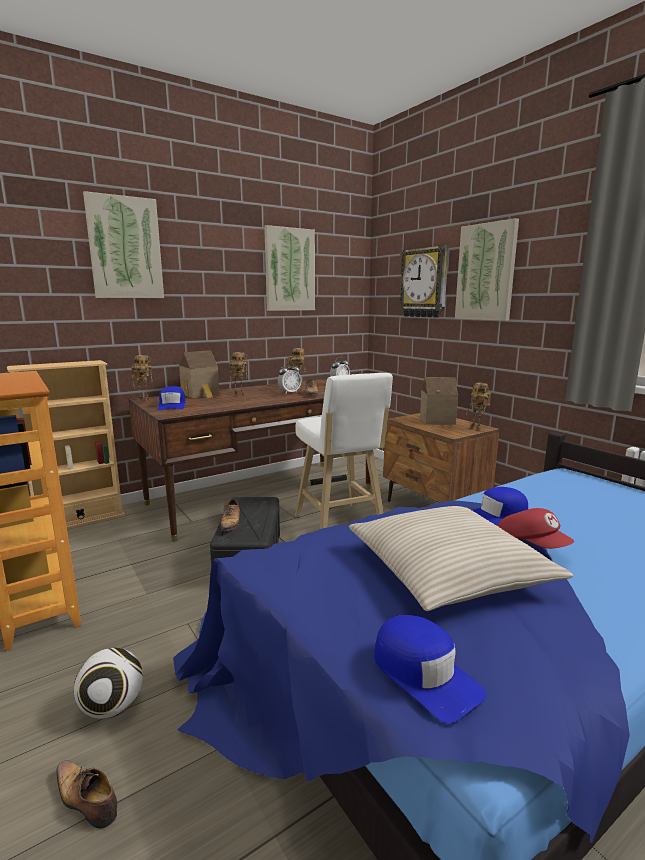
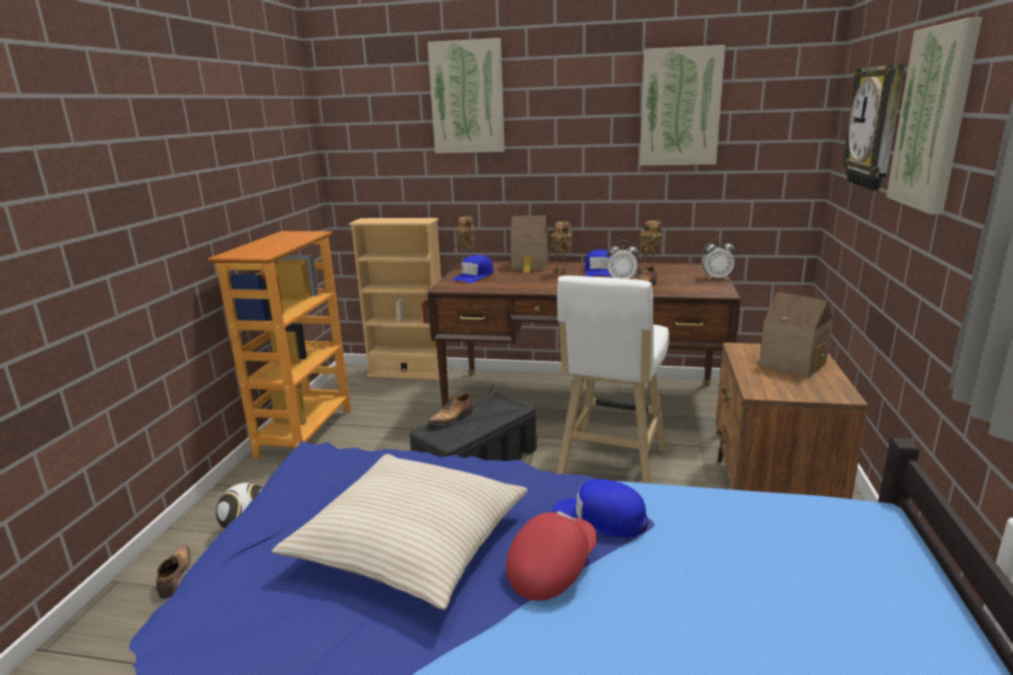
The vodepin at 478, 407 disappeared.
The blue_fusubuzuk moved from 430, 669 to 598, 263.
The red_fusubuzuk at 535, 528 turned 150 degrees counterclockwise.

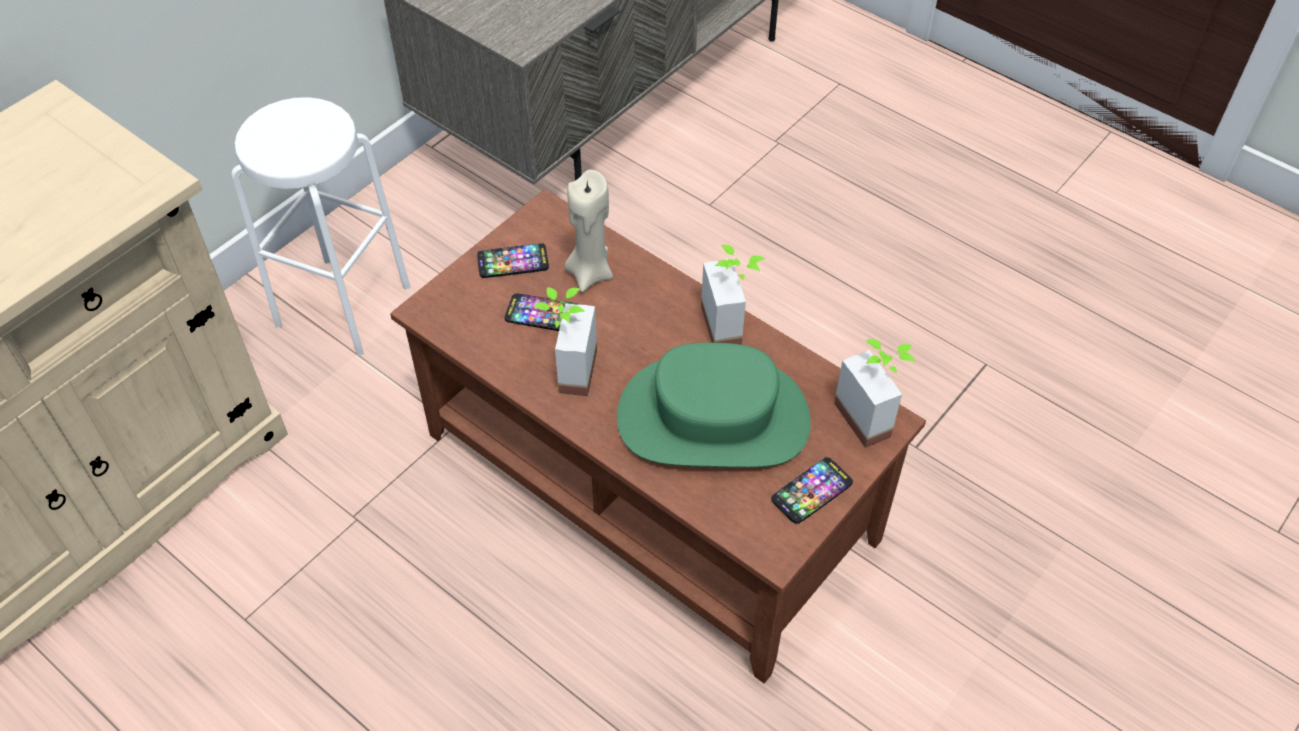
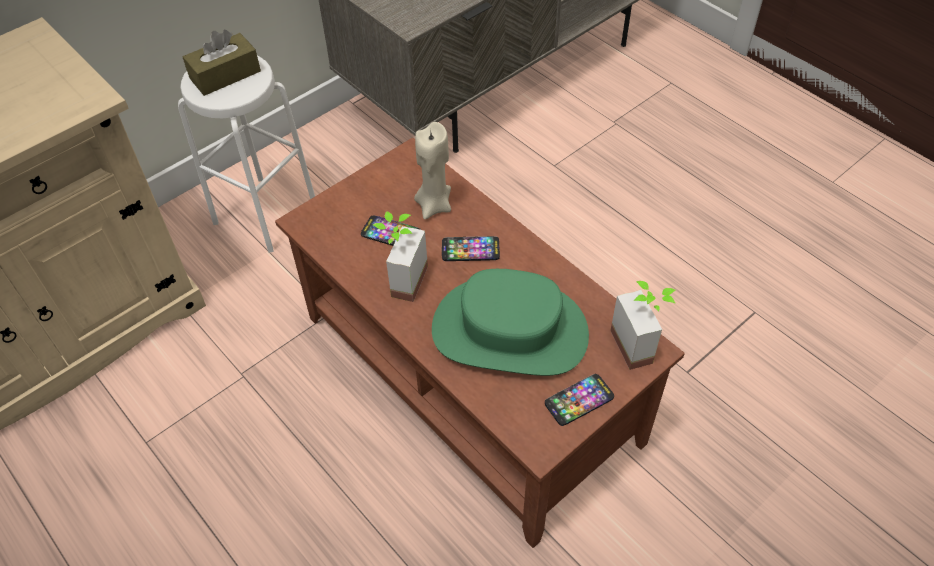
The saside at 733, 295 disappeared.
The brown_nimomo at 222, 63 appeared.
The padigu moved from 513, 260 to 471, 248.

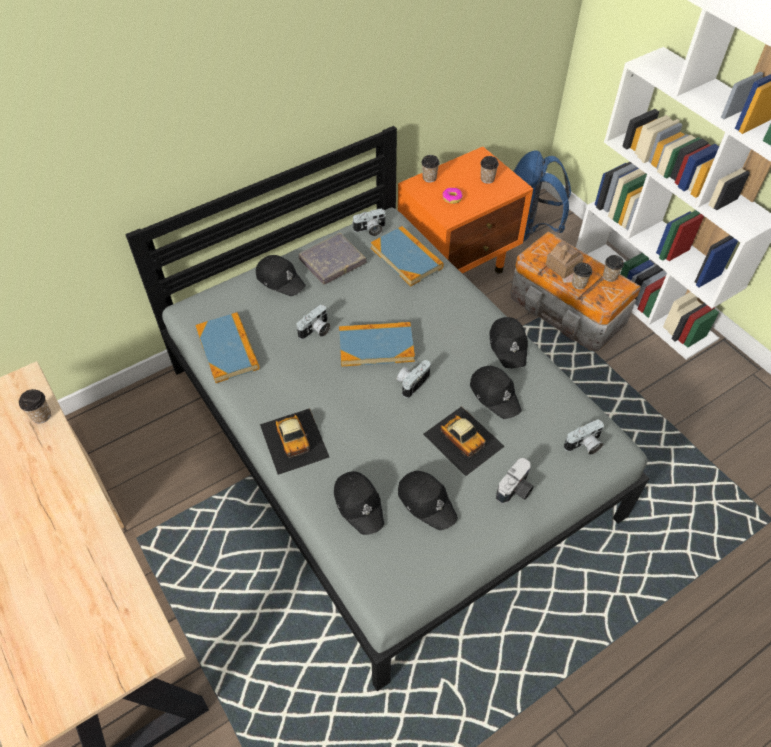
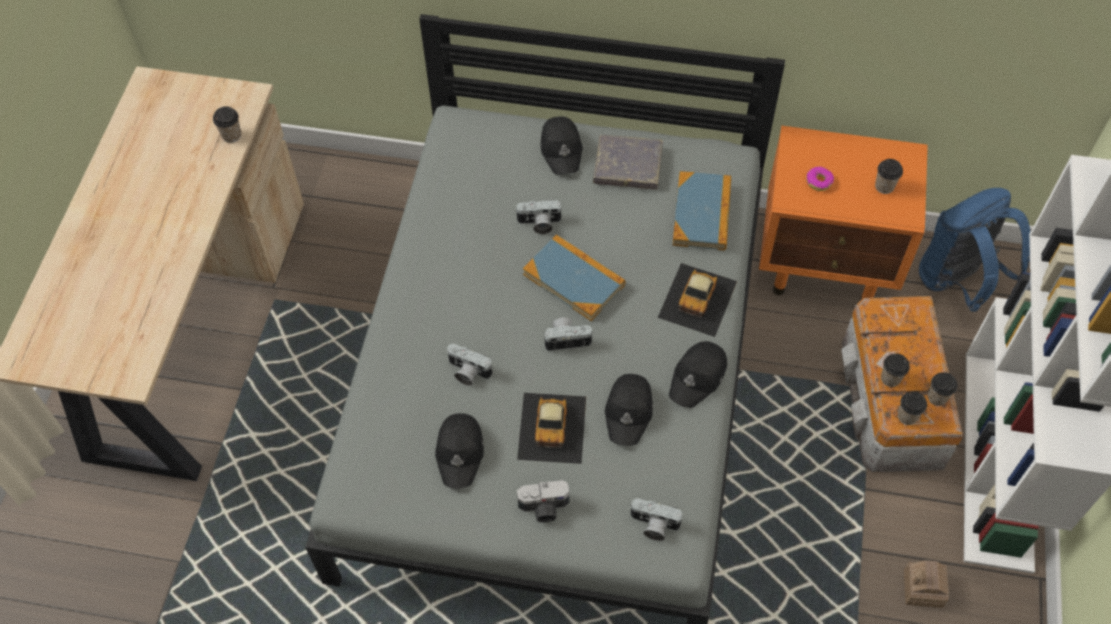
The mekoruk at 227, 347 disappeared.
The black_fusubuzuk at 359, 503 disappeared.
The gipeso moved from 294, 441 to 697, 300.
The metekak moved from 369, 222 to 469, 365.
The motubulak moved from 430, 168 to 912, 408.
The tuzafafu moved from 565, 260 to 926, 584.

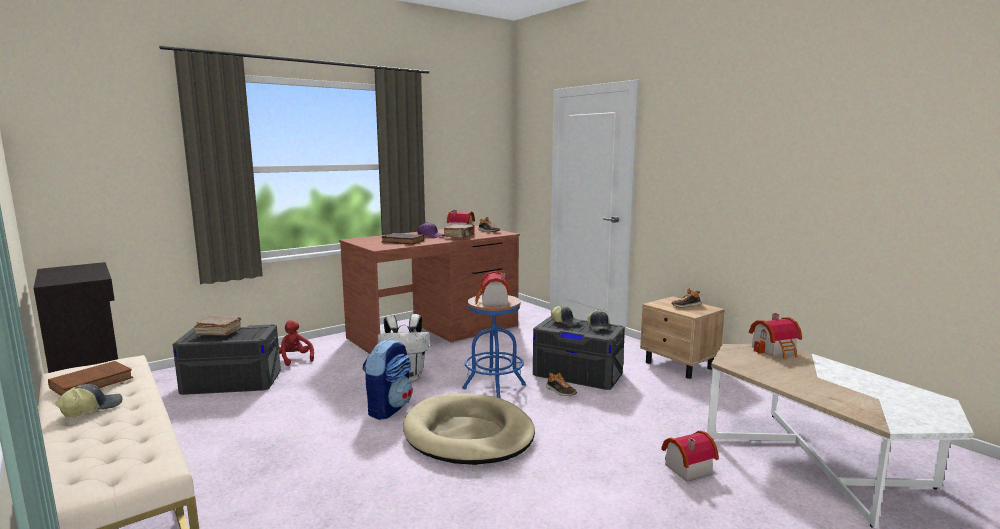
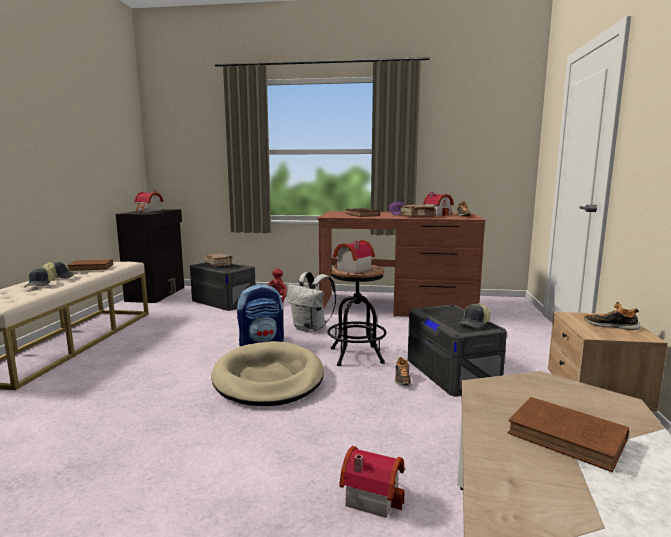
The brown_mekoruk at 568, 434 appeared.
The fusubuzuk moved from 566, 316 to 40, 277.
The tuzafafu moved from 775, 336 to 149, 201.
The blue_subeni at 494, 346 became the black_subeni at 357, 315.

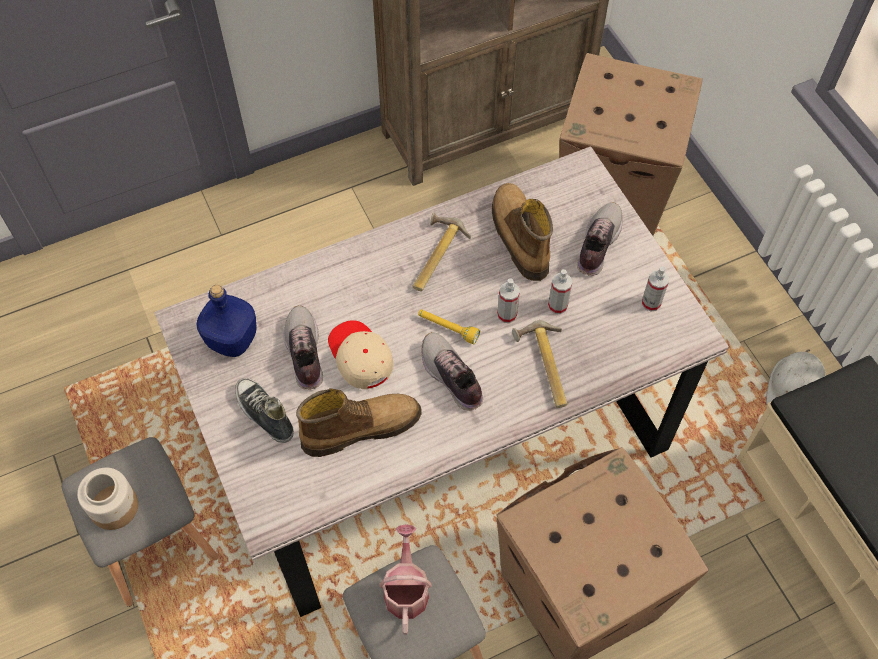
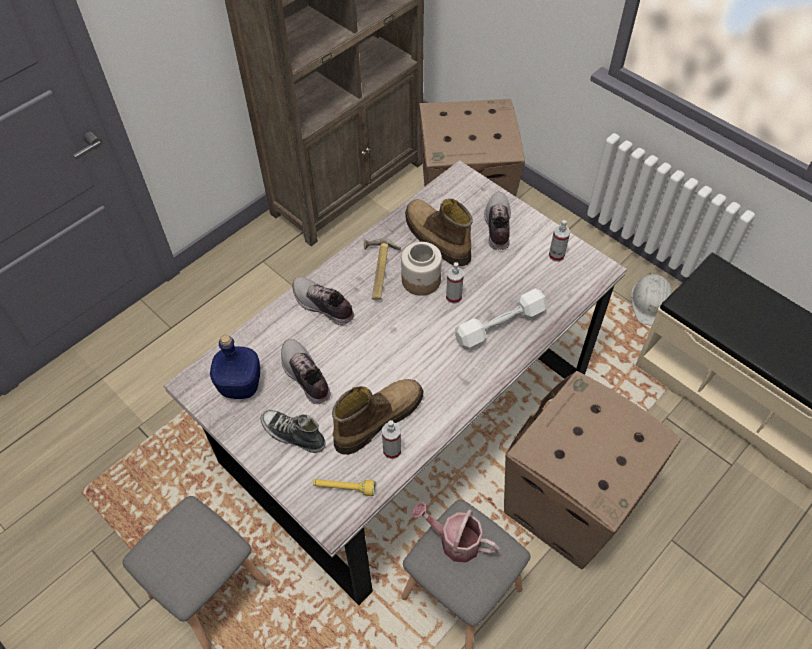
The beige_fusubuzuk at 361, 354 disappeared.
The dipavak moved from 107, 499 to 421, 269.
The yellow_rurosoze moved from 449, 327 to 344, 487.
The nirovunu moved from 452, 371 to 323, 301.
The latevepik moved from 560, 291 to 391, 439.
The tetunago at 539, 364 was replaced by the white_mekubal at 501, 319.
The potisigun at 405, 579 turned 45 degrees counterclockwise.

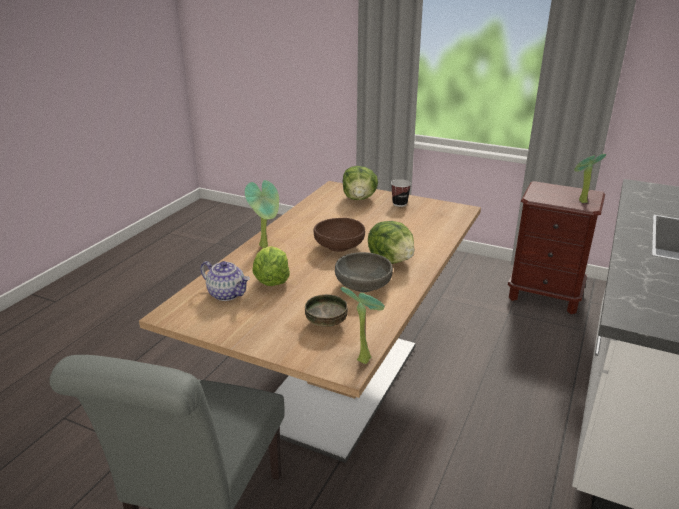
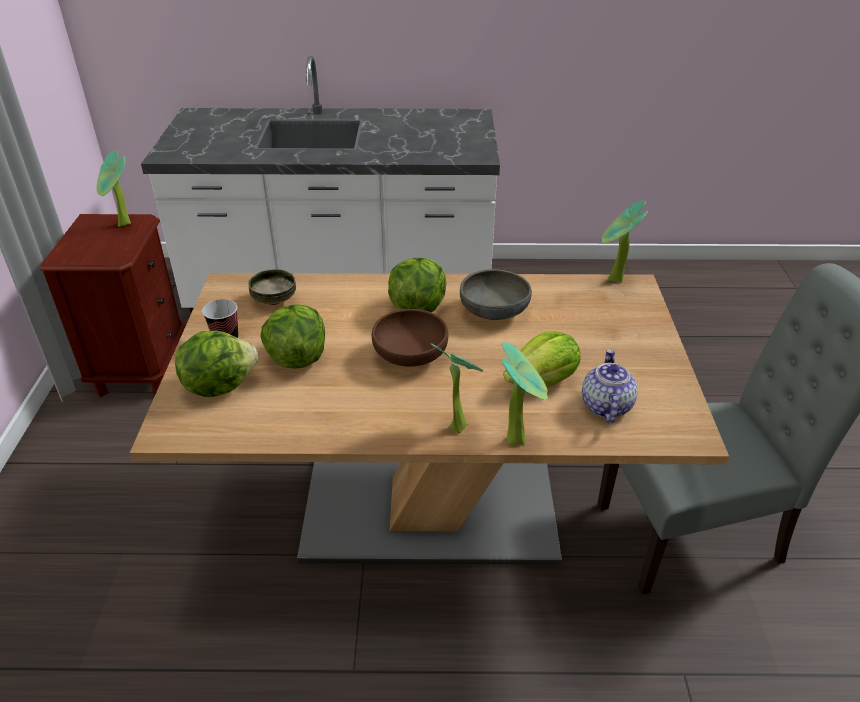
The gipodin at 292, 336 appeared.
The saside at 524, 393 appeared.
The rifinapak moved from 326, 310 to 272, 287.

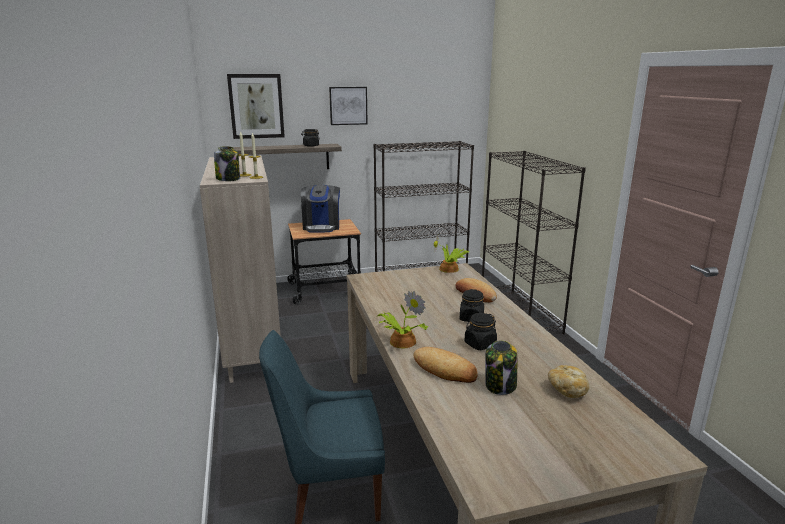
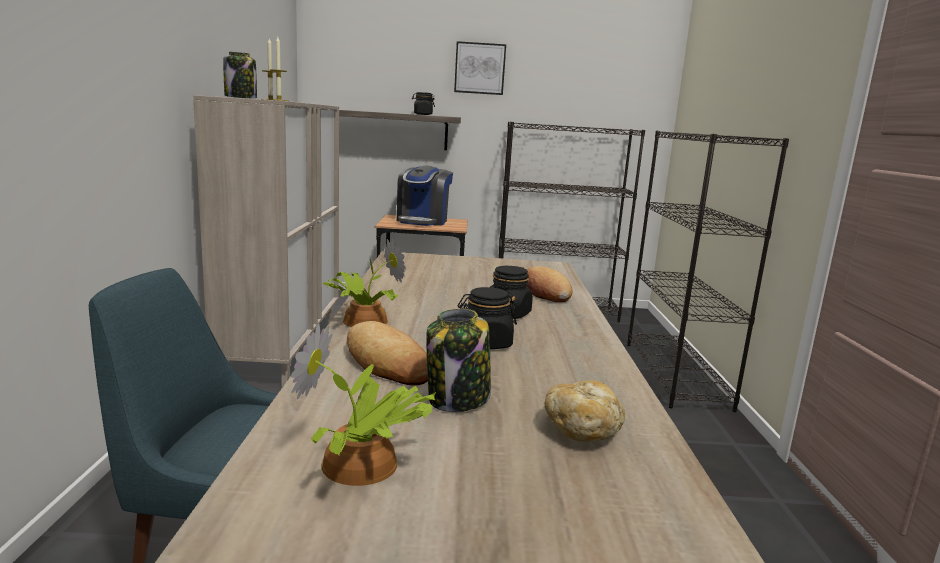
The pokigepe at 256, 106 disappeared.
The saside moved from 451, 254 to 363, 404.

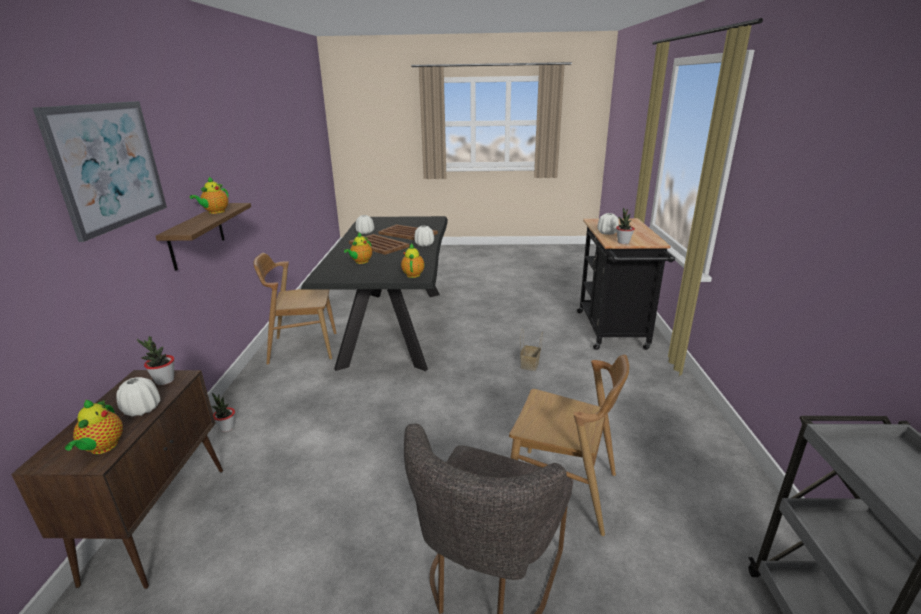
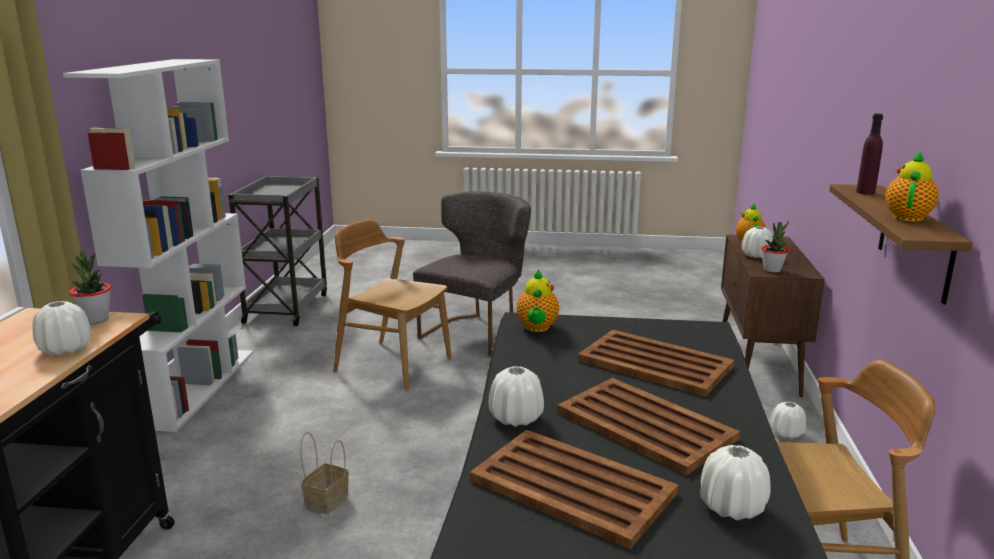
The pokigepe at 100, 171 disappeared.
The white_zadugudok at 158, 245 appeared.
The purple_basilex at 869, 154 appeared.
The saside at 223, 412 was replaced by the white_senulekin at 788, 420.
The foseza at 358, 248 was replaced by the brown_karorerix at 656, 363.

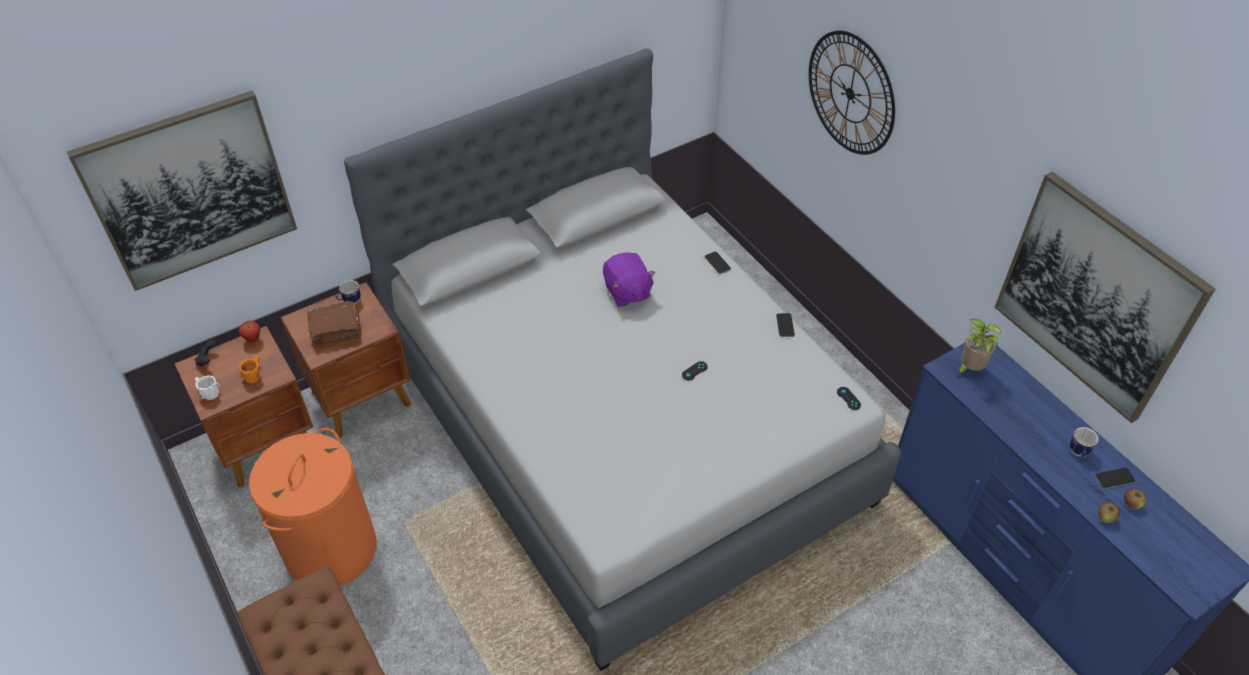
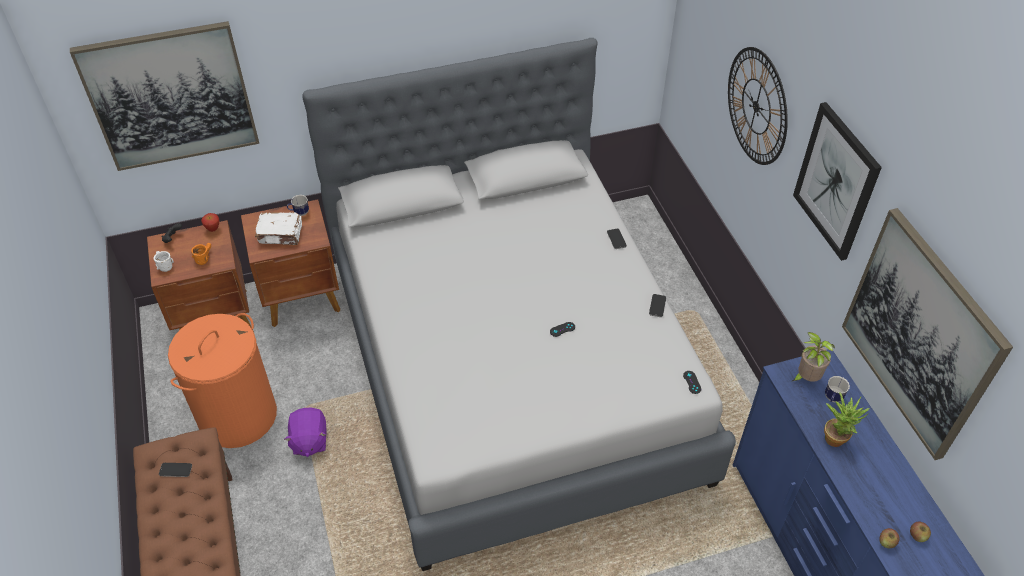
The pokigepe at 837, 181 appeared.
The saside at 846, 419 appeared.
The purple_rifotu moved from 629, 279 to 305, 432.
The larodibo moved from 1084, 442 to 837, 389.
The padigu moved from 1115, 478 to 175, 470.
The brown_mekoruk at 334, 323 became the white_mekoruk at 279, 228.

